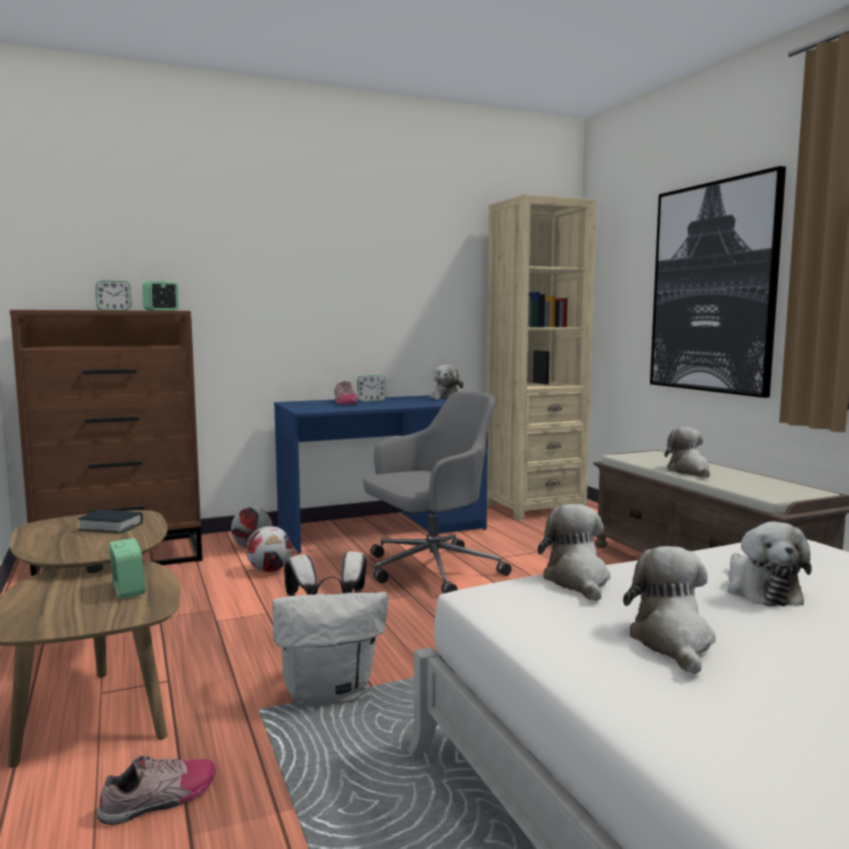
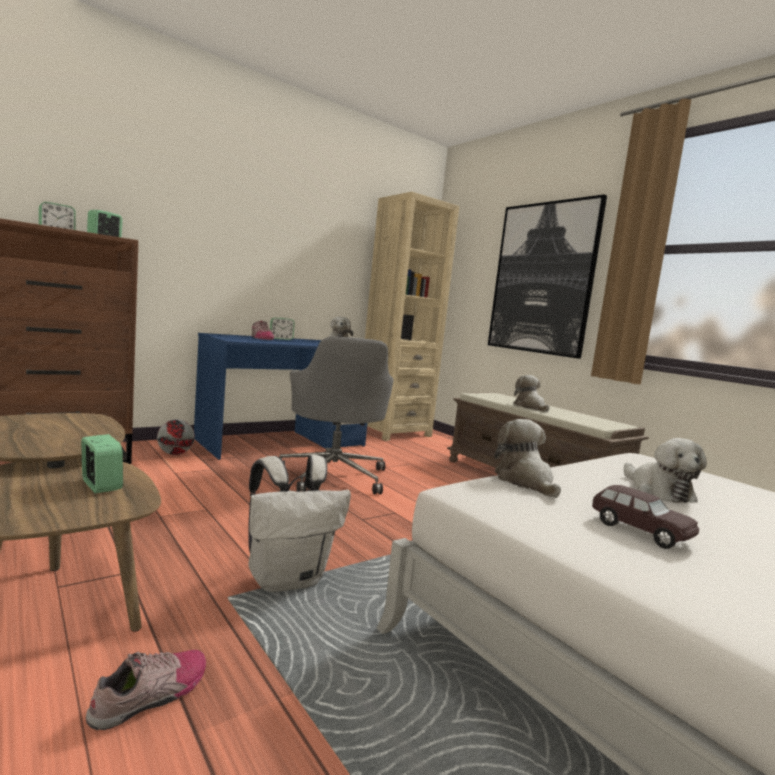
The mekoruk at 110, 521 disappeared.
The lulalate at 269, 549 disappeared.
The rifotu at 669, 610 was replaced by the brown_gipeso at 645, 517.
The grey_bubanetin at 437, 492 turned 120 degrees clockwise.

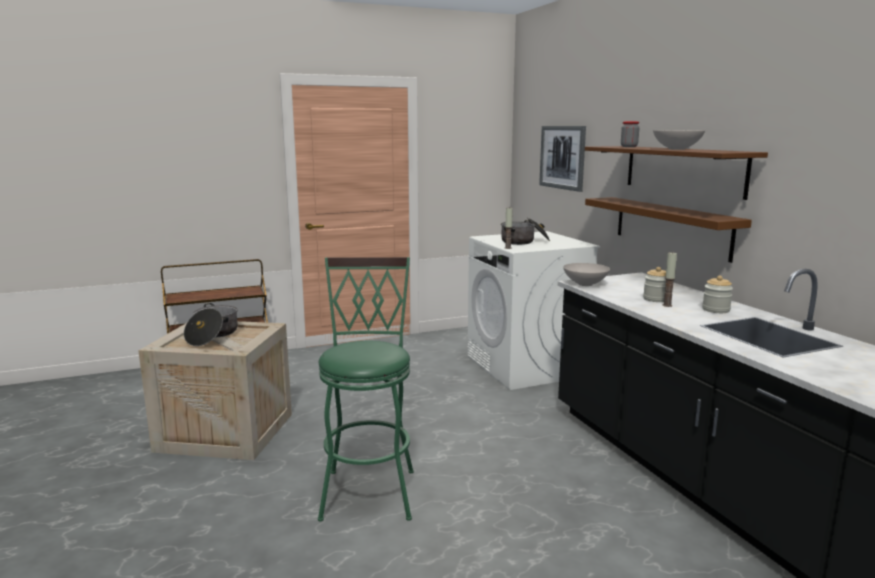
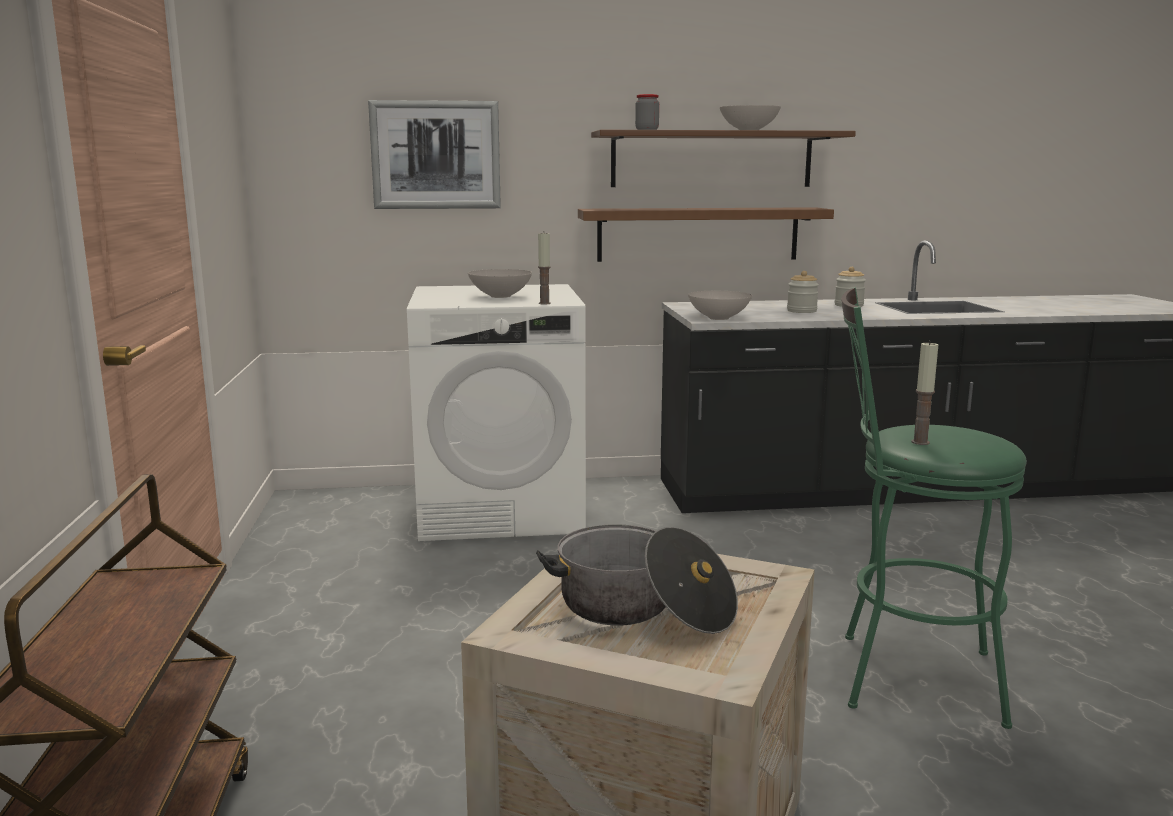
The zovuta moved from 670, 279 to 924, 393.
The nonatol at 525, 231 was replaced by the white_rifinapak at 500, 283.

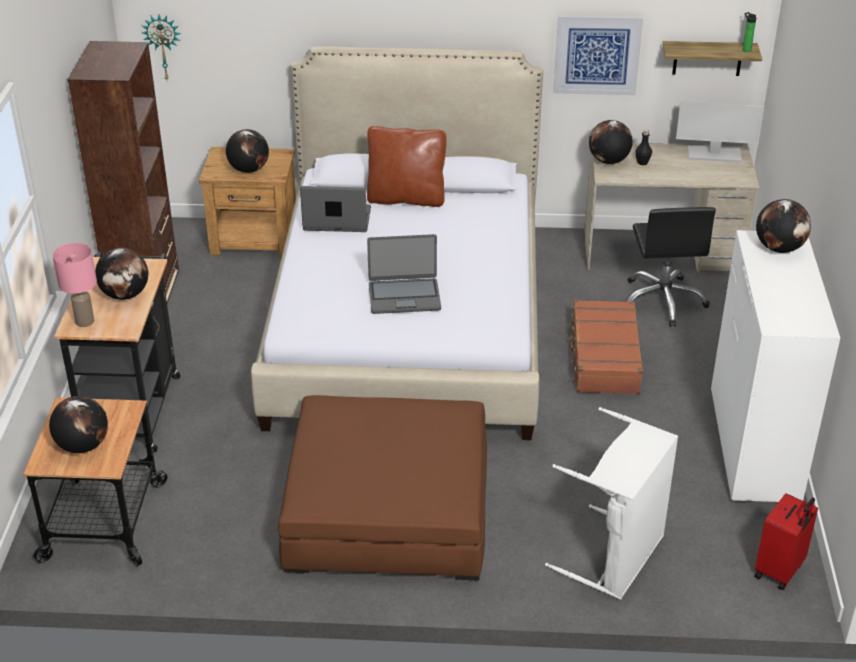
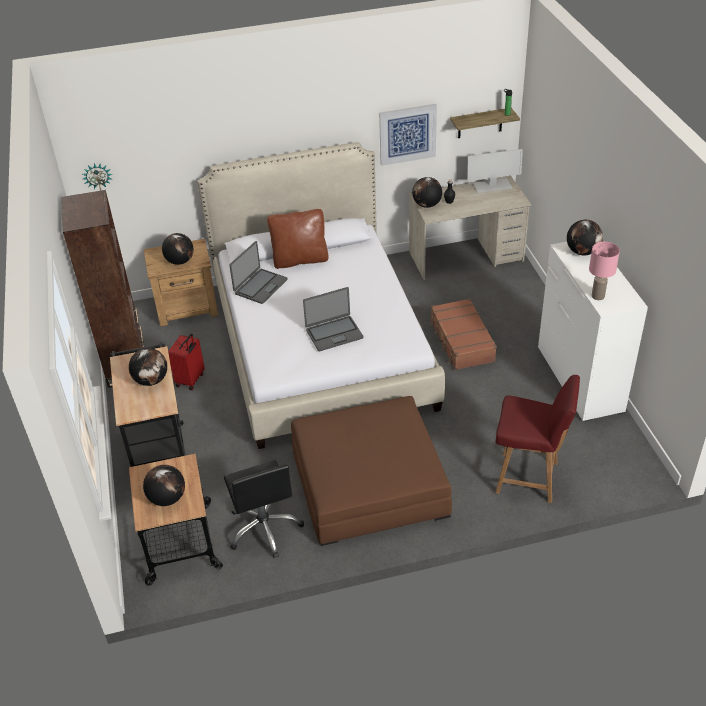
The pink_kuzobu moved from 75, 285 to 604, 271.
The black_bubanetin moved from 671, 267 to 264, 509.
The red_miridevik moved from 786, 541 to 186, 362.
The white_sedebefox at 611, 503 was replaced by the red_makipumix at 537, 439.
The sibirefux at 335, 209 turned 135 degrees clockwise.

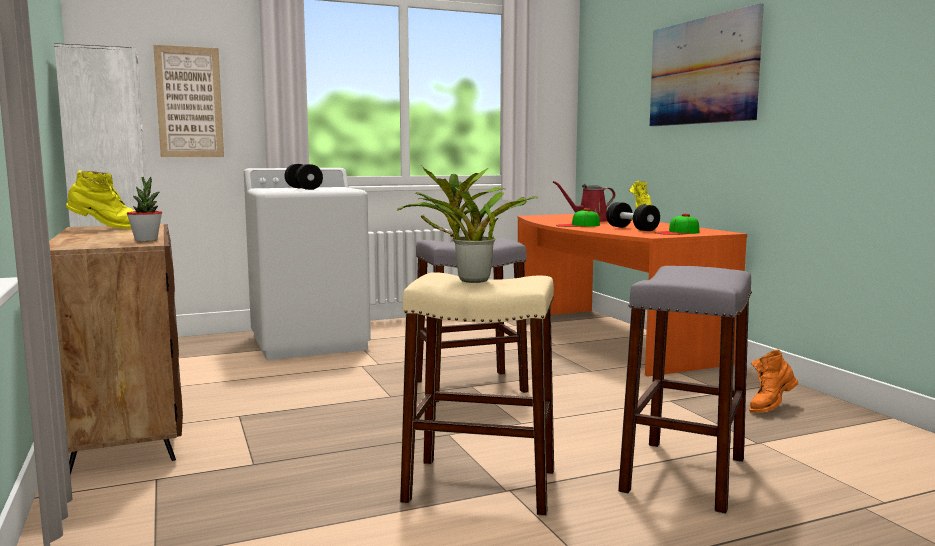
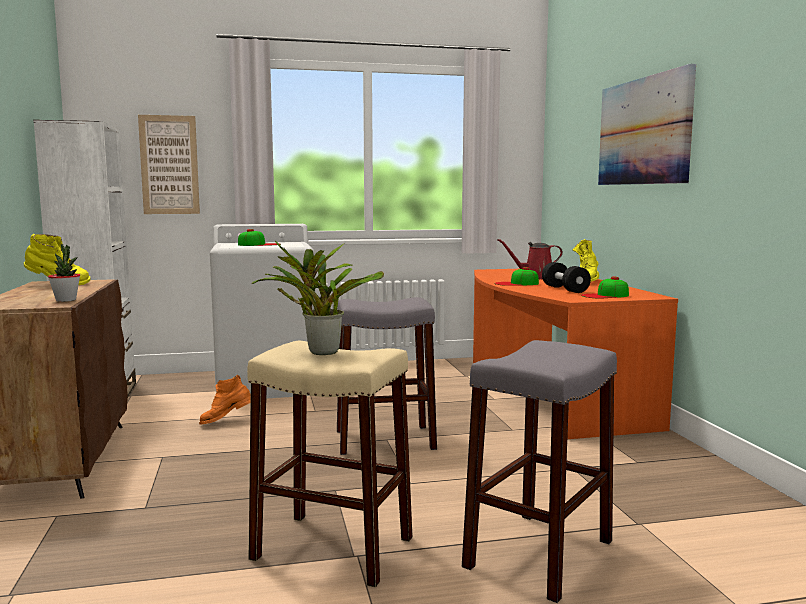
The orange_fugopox moved from 773, 381 to 225, 400.
The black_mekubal at 304, 177 was replaced by the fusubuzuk at 259, 237.

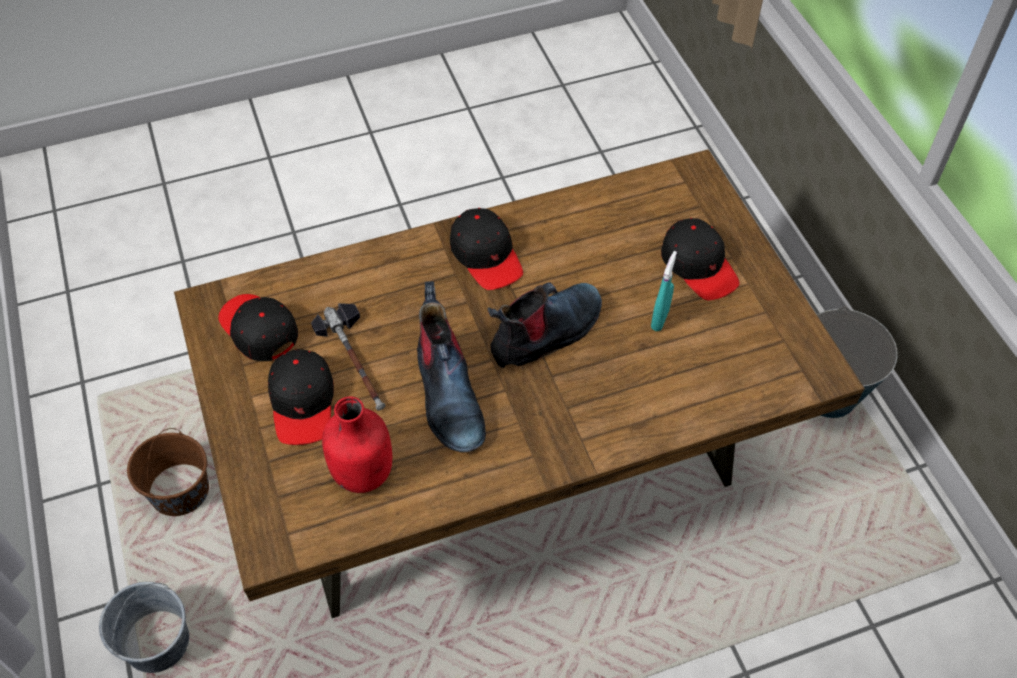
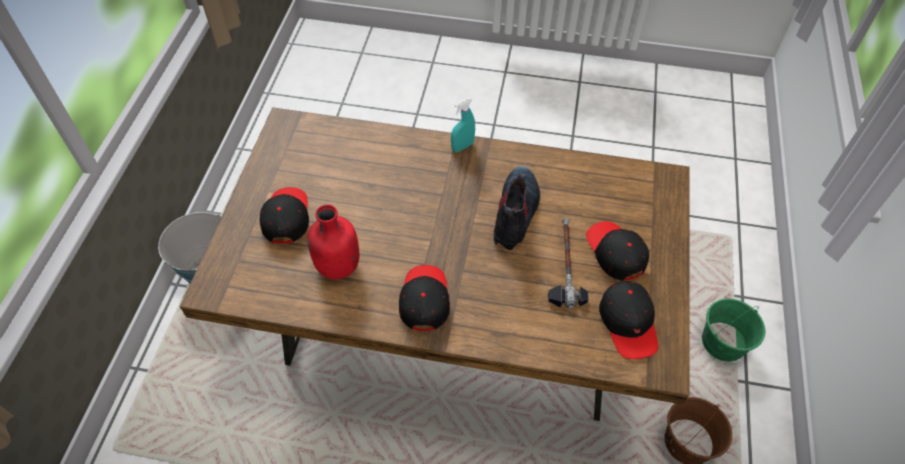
The fugopox at 544, 325 disappeared.
The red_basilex moved from 357, 444 to 333, 241.
The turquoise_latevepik moved from 664, 291 to 463, 125.
The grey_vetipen at 144, 627 became the green_vetipen at 733, 330.
The black_fusubuzuk at 301, 397 turned 45 degrees counterclockwise.

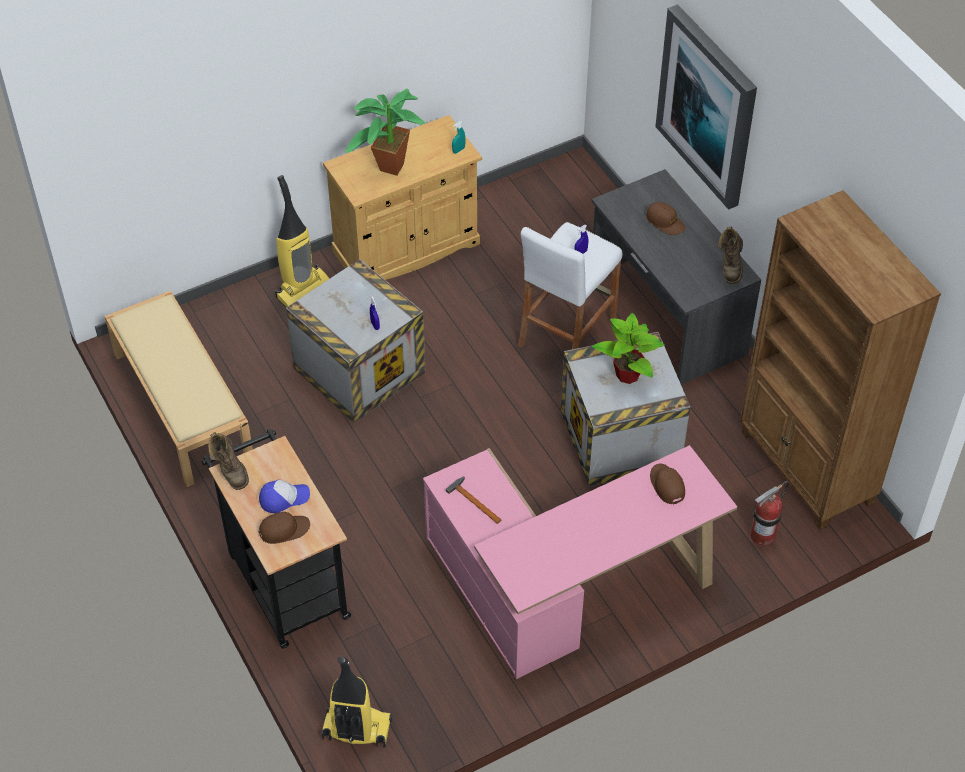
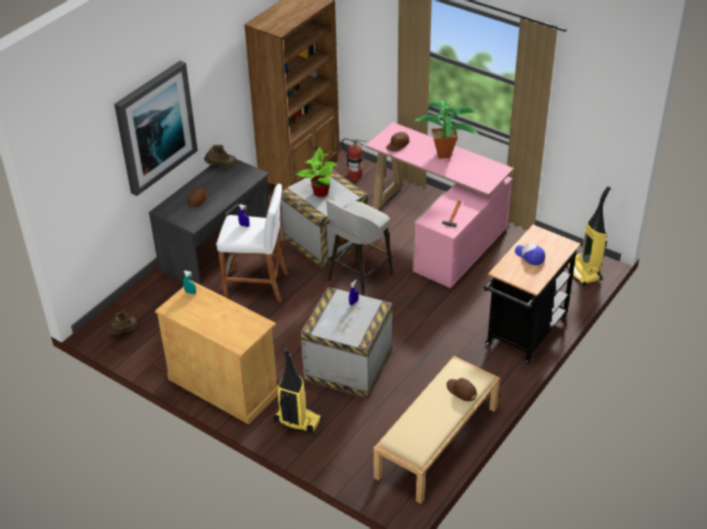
The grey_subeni at 360, 248 appeared.
The brown_fugopox moved from 228, 461 to 123, 322.
The brown_fusubuzuk moved from 284, 528 to 462, 389.
The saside moved from 385, 132 to 446, 129.

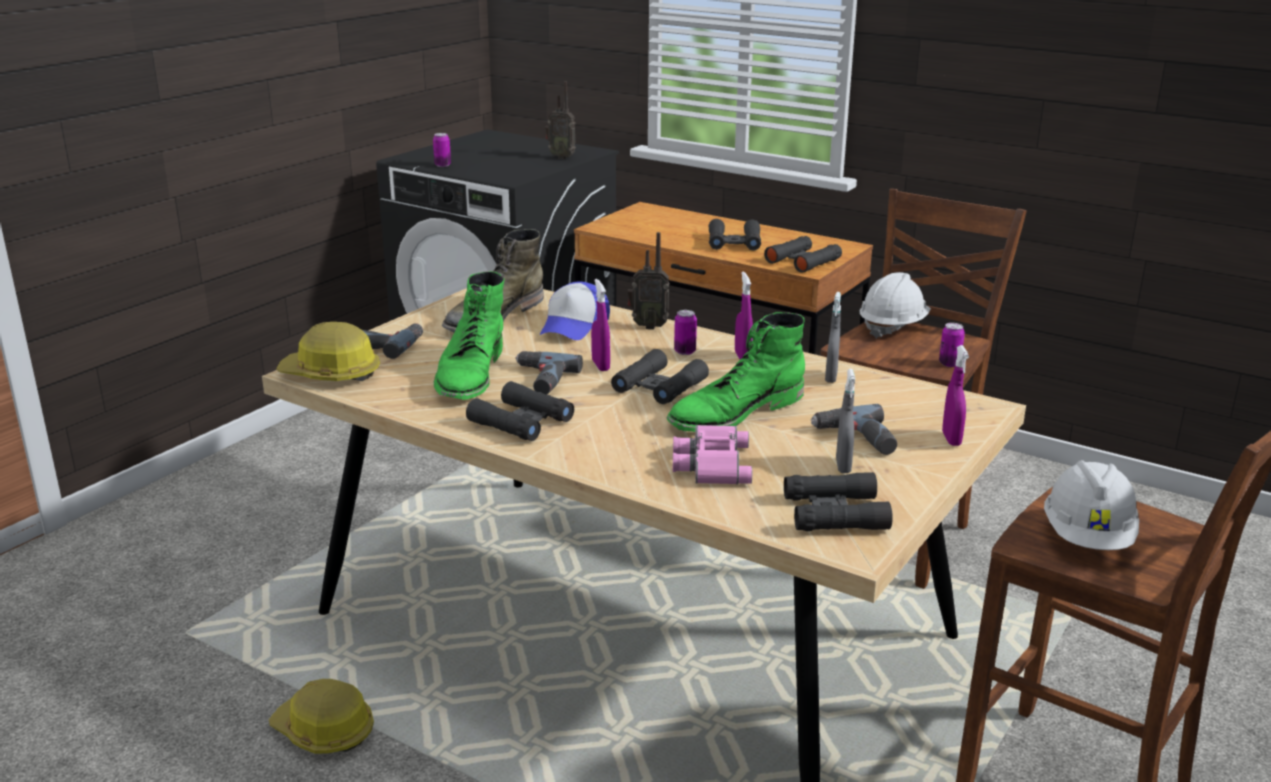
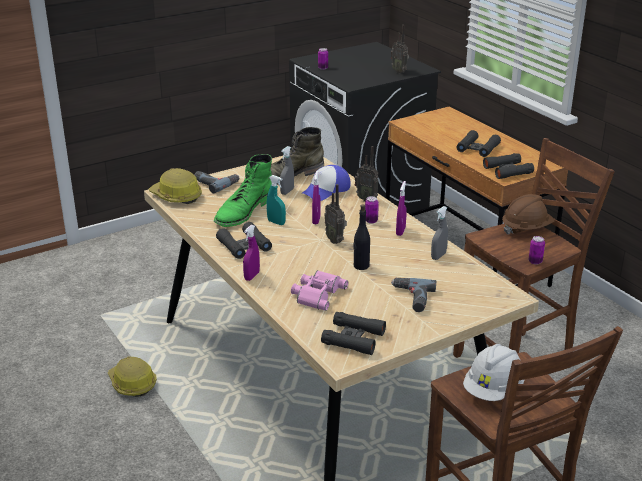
The grey_latevepik moved from 845, 421 to 287, 170.
The purple_latevepik moved from 955, 395 to 251, 253.
The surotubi at 549, 373 was replaced by the turquoise_latevepik at 276, 200.
The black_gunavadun at 660, 376 was replaced by the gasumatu at 335, 214.
The green_fugopox at 736, 372 was replaced by the black_basilex at 361, 237.
The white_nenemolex at 895, 305 became the brown_nenemolex at 528, 214.

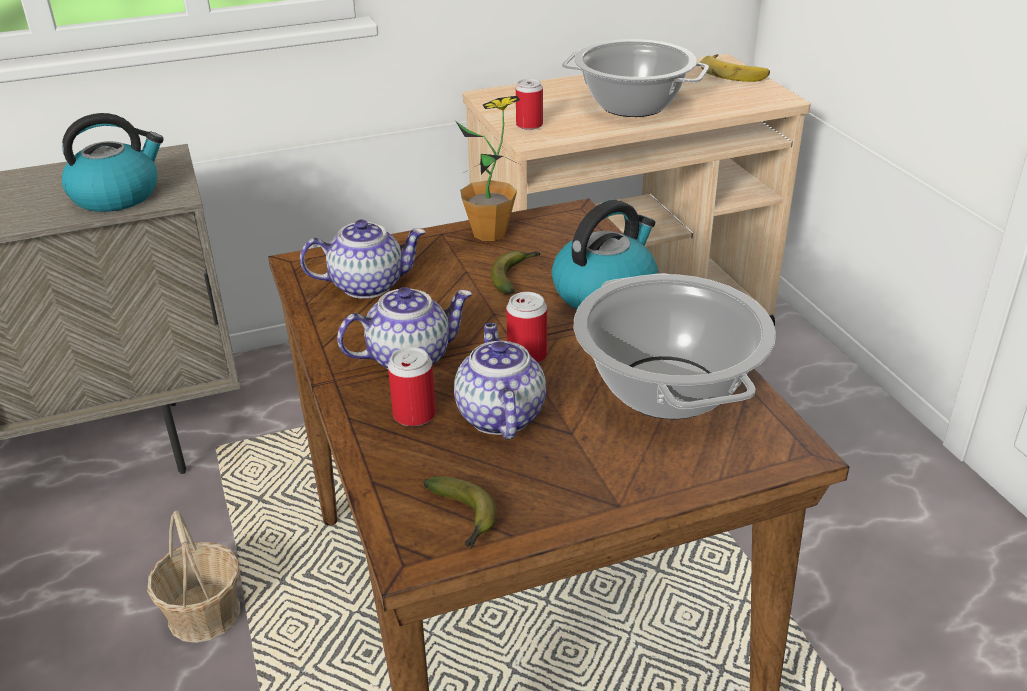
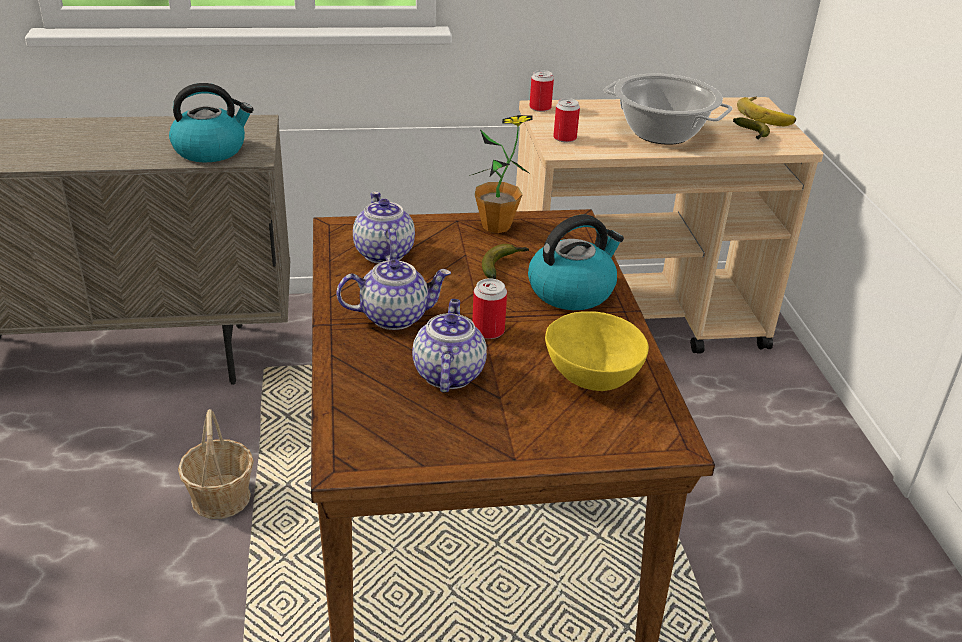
The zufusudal moved from 412, 386 to 541, 91.
The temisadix moved from 460, 512 to 751, 129.
The nonatol at 674, 346 was replaced by the yellow_rifinapak at 597, 351.
The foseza at 363, 259 turned 105 degrees counterclockwise.

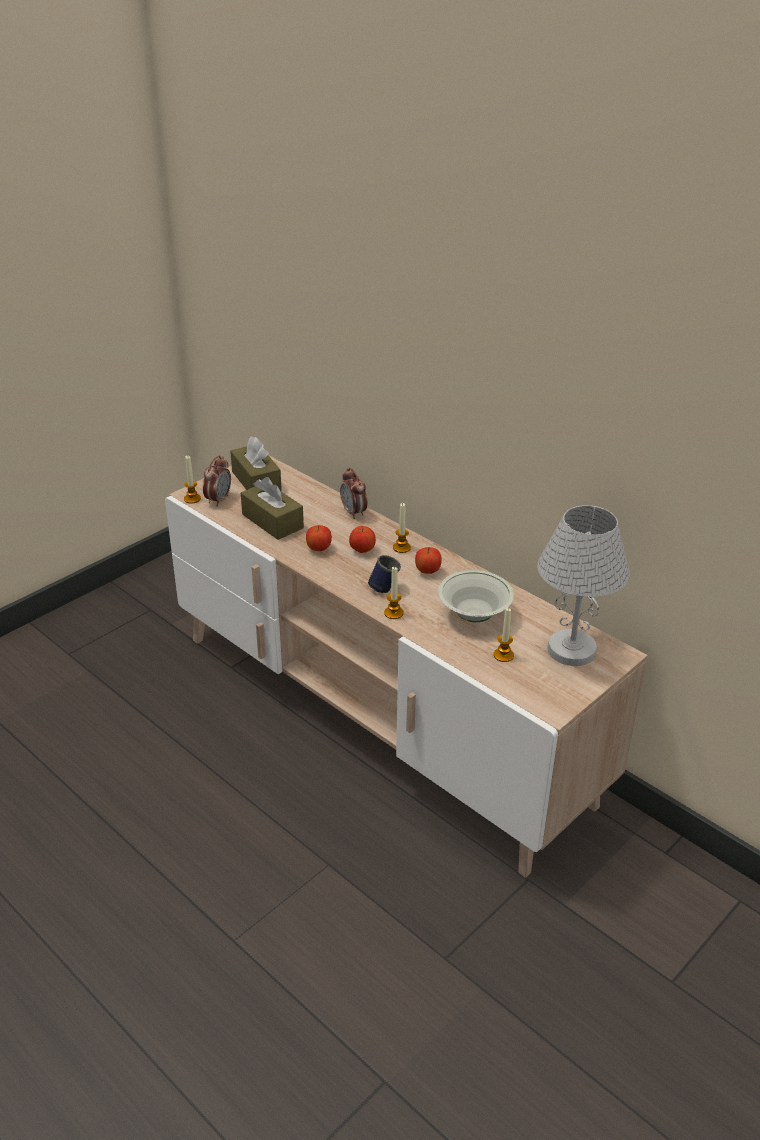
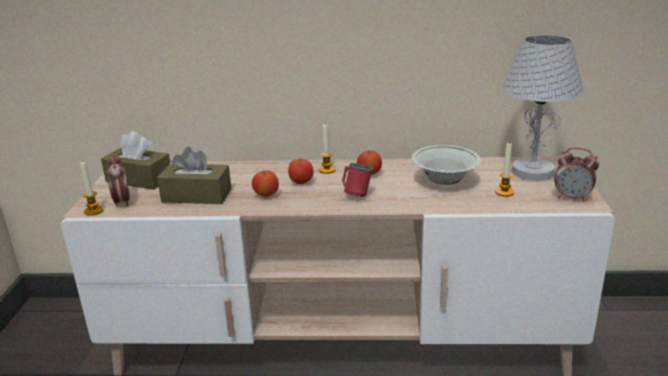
The zovuta at 394, 593 disappeared.
The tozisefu moved from 353, 493 to 576, 174.
The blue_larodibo at 384, 574 became the red_larodibo at 357, 180.

